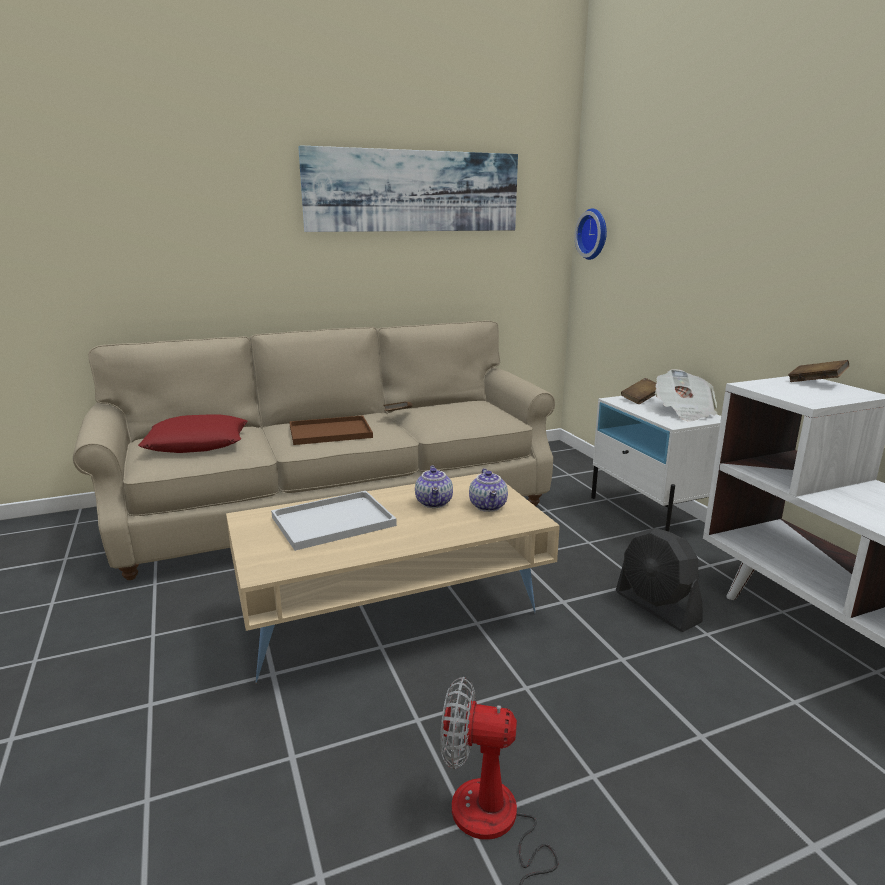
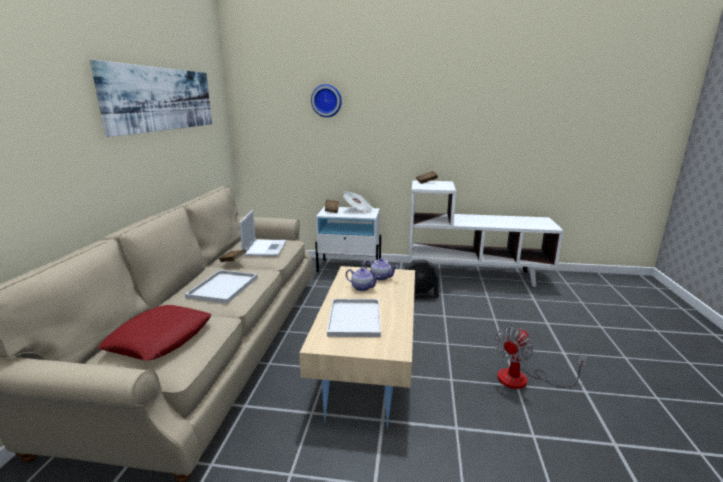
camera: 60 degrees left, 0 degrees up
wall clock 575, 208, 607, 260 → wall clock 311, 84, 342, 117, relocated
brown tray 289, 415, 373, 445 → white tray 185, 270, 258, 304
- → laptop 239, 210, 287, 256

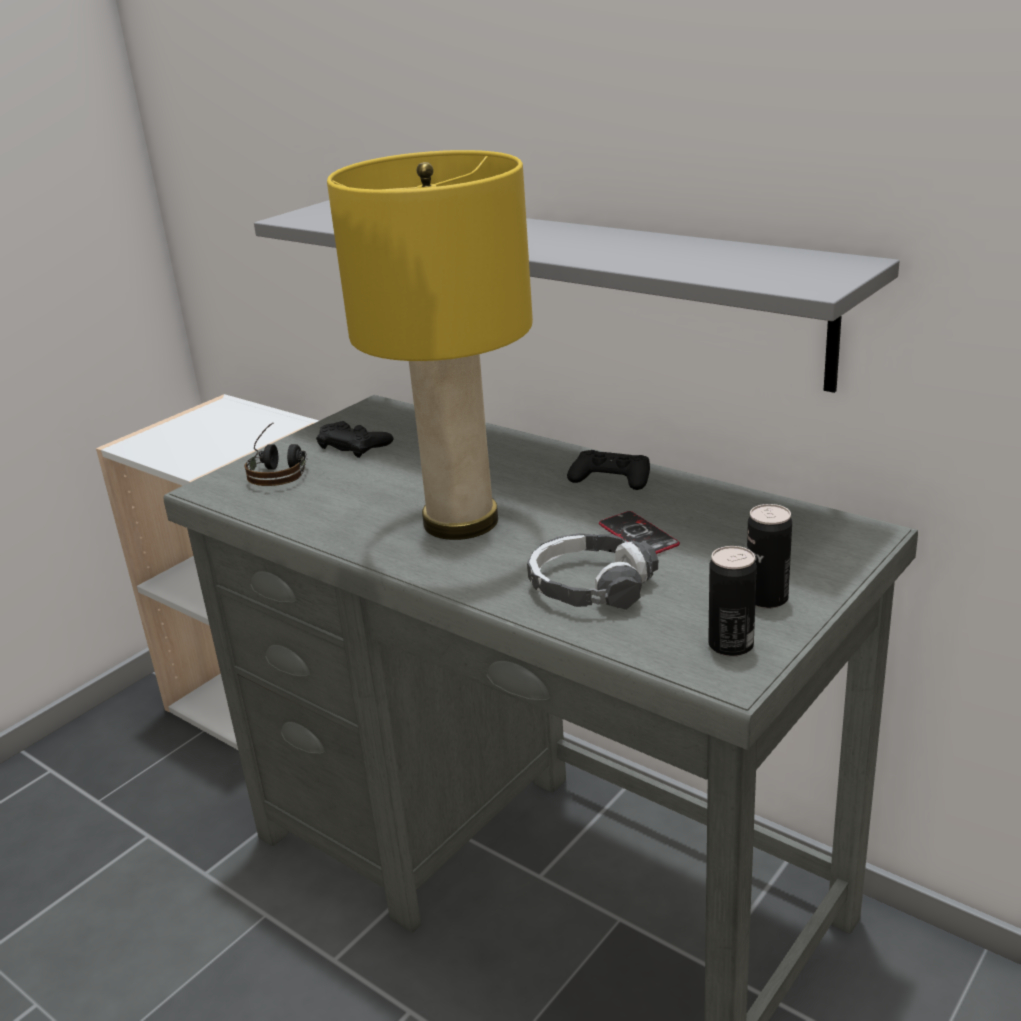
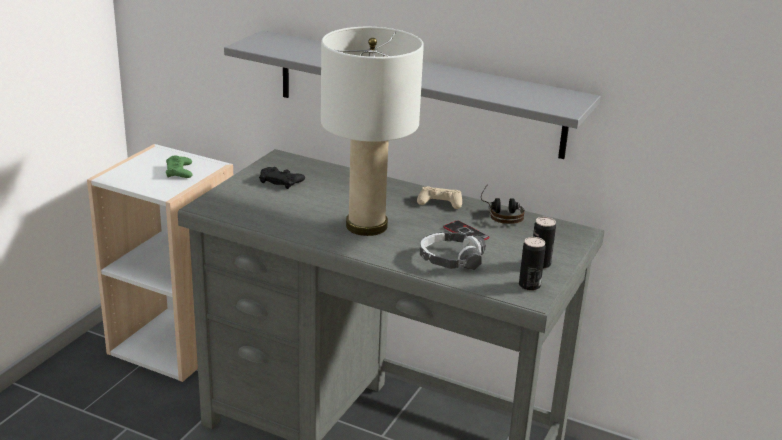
camera: 15 degrees left, 0 degrees up
yellow table lamp 327, 150, 533, 540 → white table lamp 321, 27, 424, 236
headphones 245, 423, 307, 486 → headphones 481, 184, 525, 224, relocated
black game controller 567, 450, 650, 490 → beige game controller 417, 186, 462, 209
- → green game controller 166, 155, 193, 178

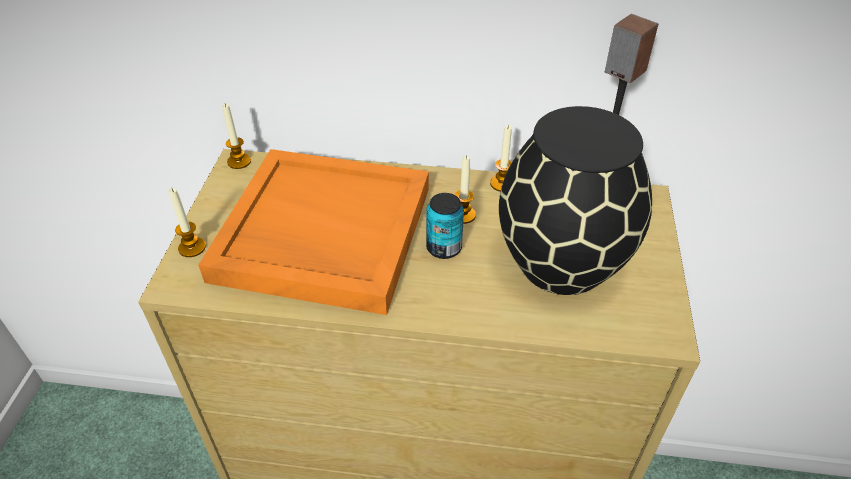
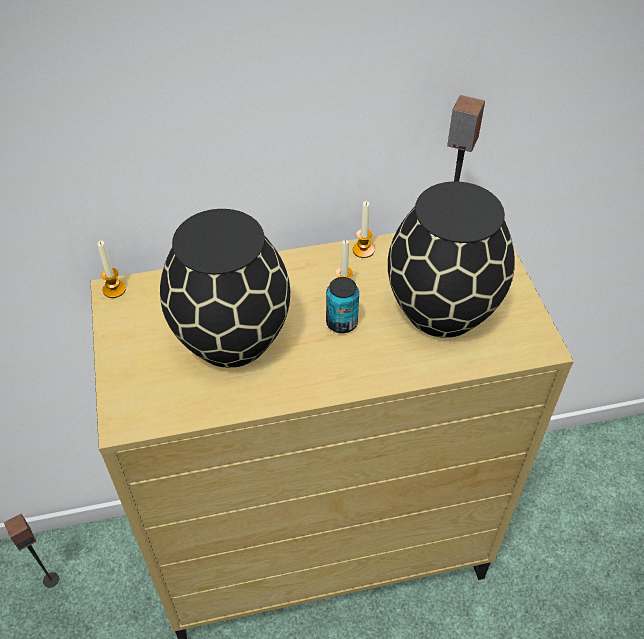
camera: 20 degrees left, 5 degrees up
orange tray 198, 149, 429, 315 → black vase 160, 209, 290, 368
candle 168, 188, 206, 257 → -
- → speaker 4, 514, 59, 588

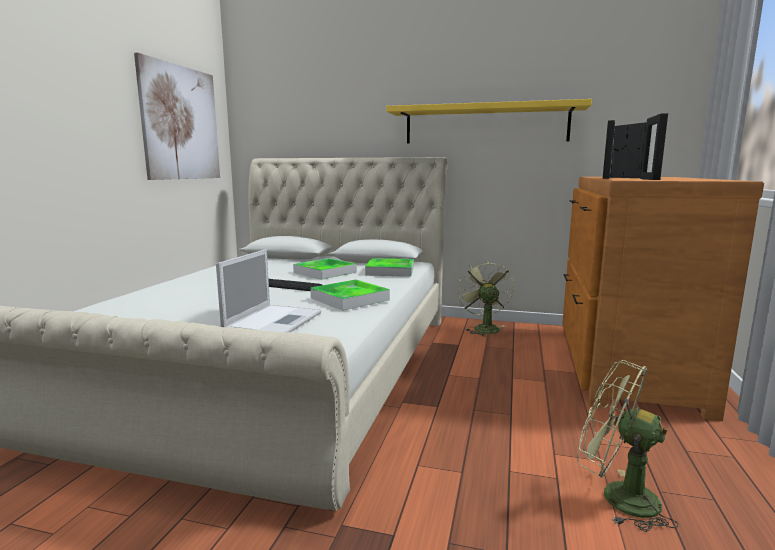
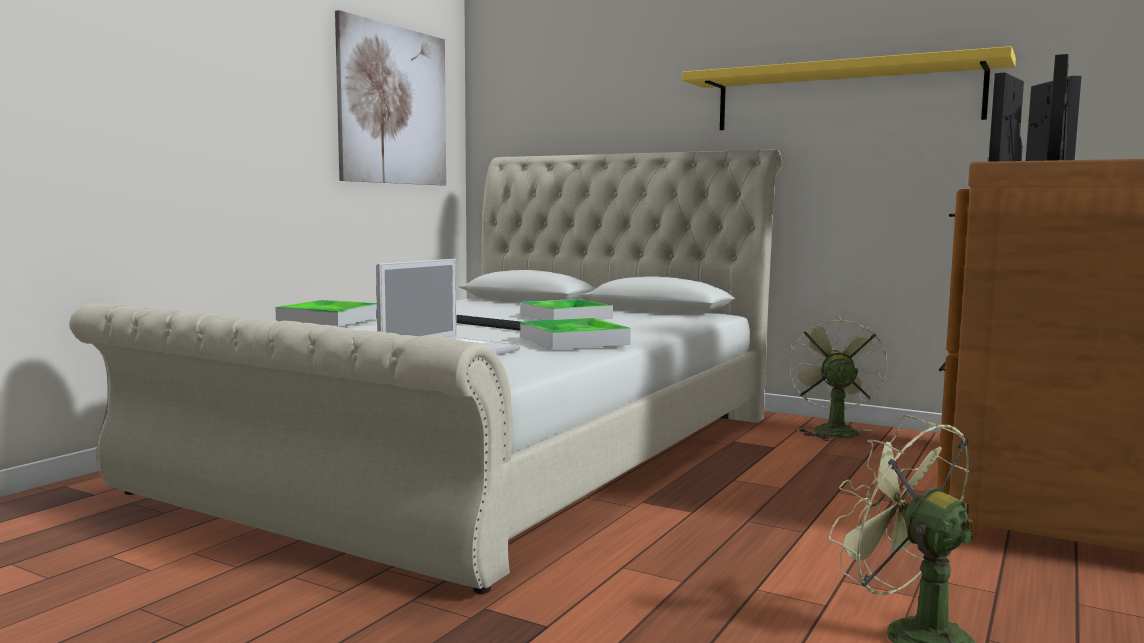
camera: 15 degrees right, 5 degrees down
tray 365, 258, 414, 277 → tray 275, 300, 377, 326, relocated

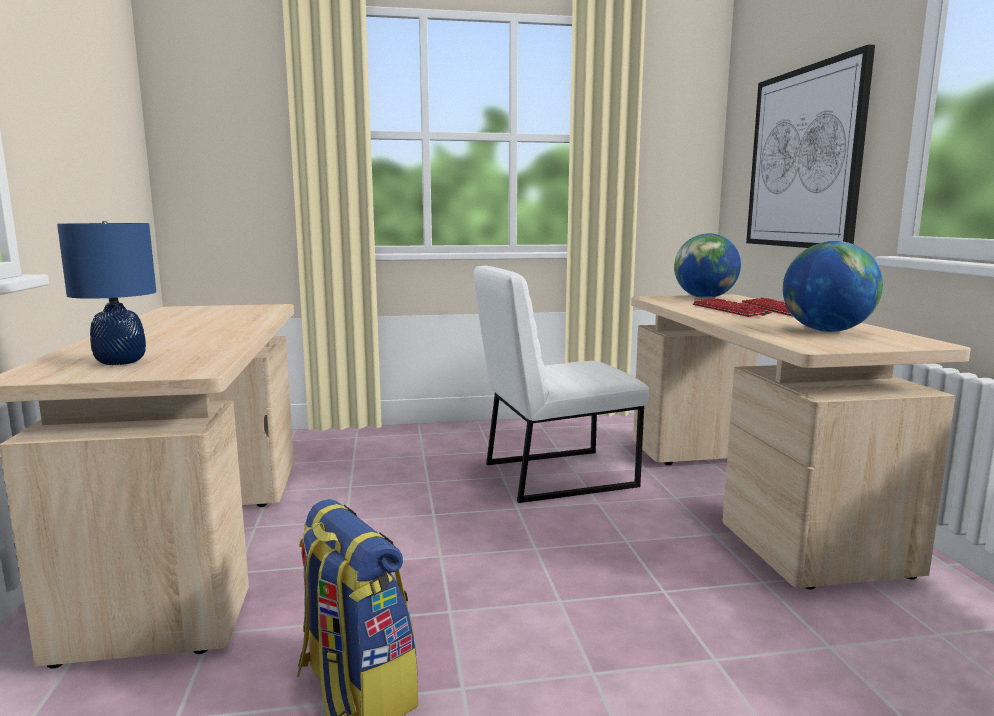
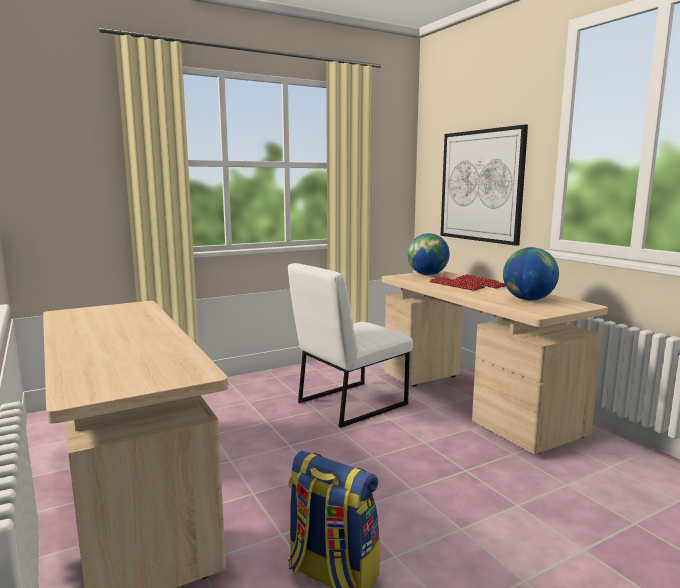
camera: 20 degrees left, 0 degrees up
blue table lamp 57, 221, 156, 365 → -

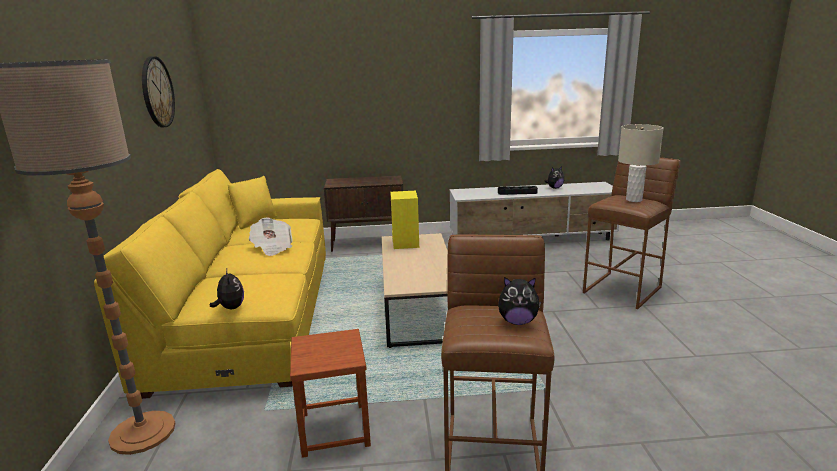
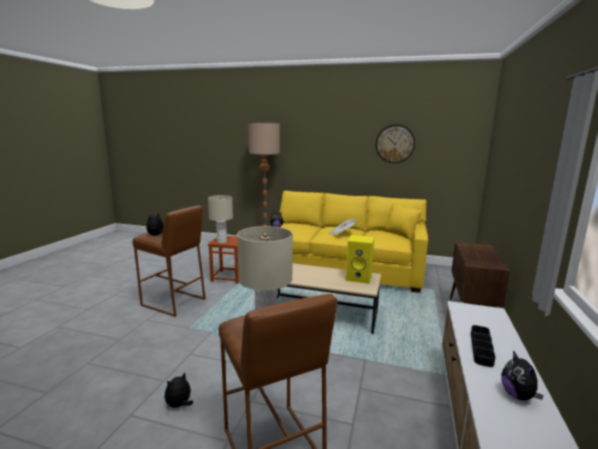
camera: 110 degrees right, 5 degrees down
- → beige table lamp 208, 195, 233, 243
- → plush toy 164, 372, 193, 410

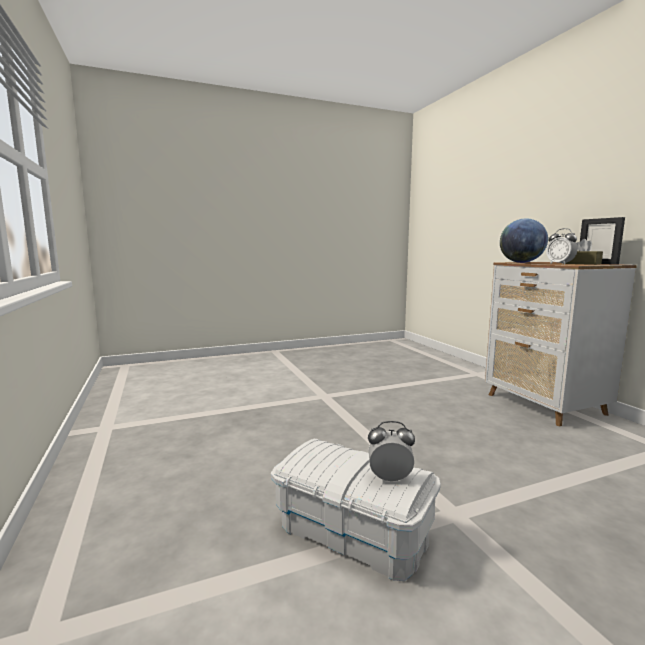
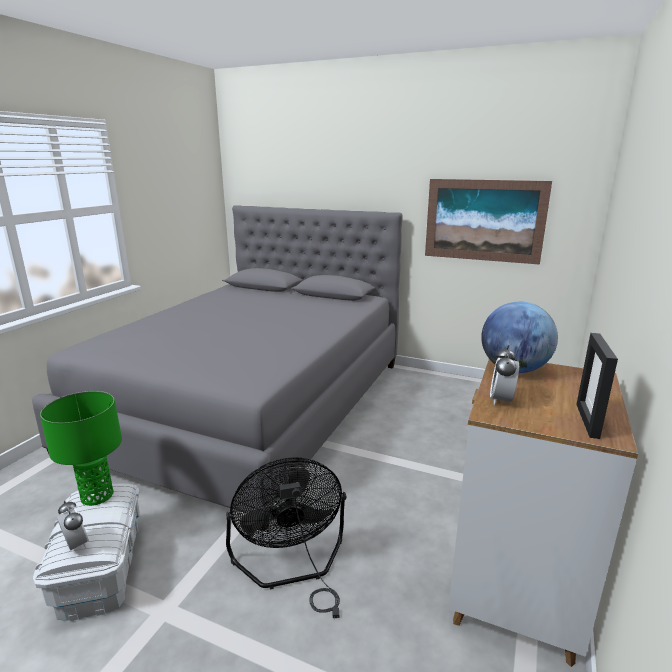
camera: 45 degrees right, 10 degrees up
brown tissue box 565, 239, 603, 265 → -
- → picture 425, 179, 552, 265
- → grey bed 32, 205, 403, 531
- → green table lamp 40, 391, 122, 506
- → black fan 226, 457, 346, 618

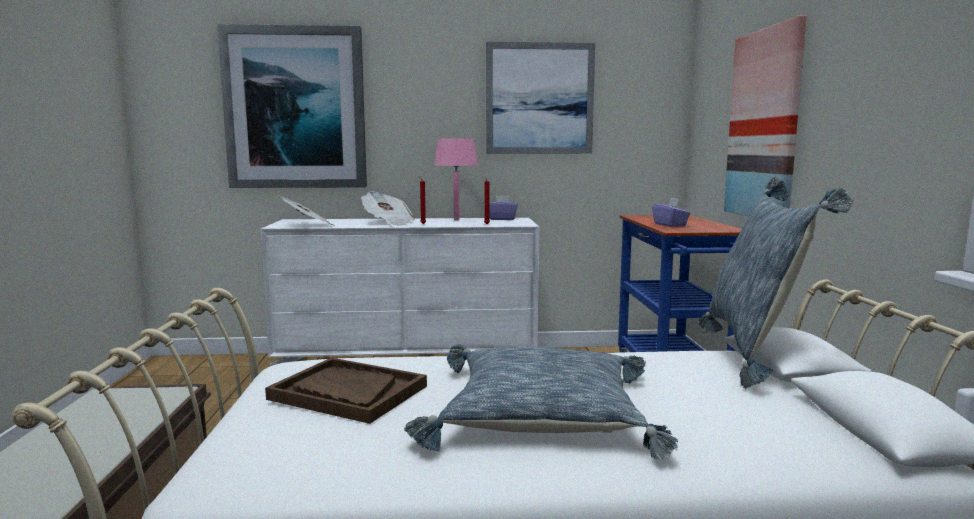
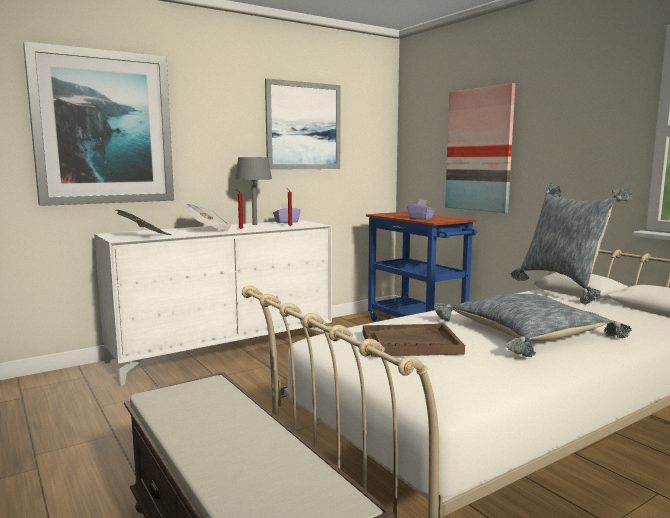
camera: 30 degrees left, 0 degrees up
pink table lamp 434, 138, 478, 220 → grey table lamp 235, 157, 272, 225

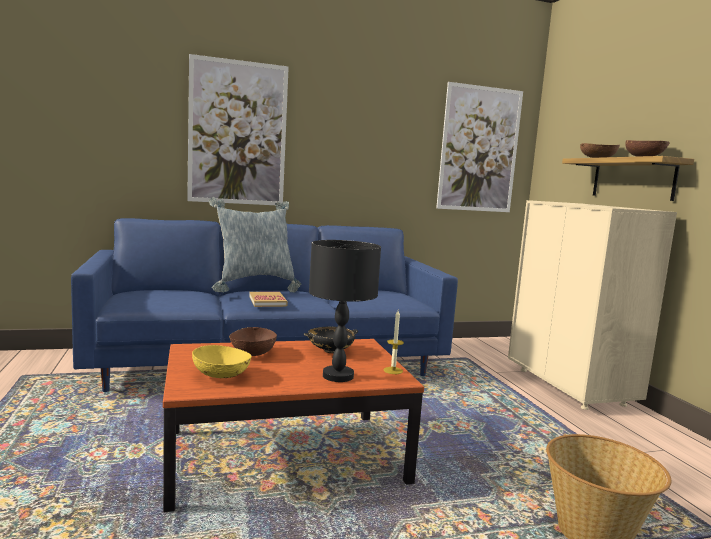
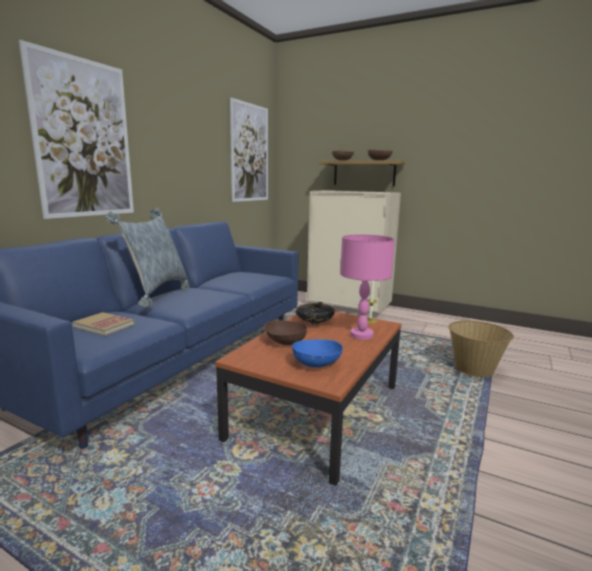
camera: 45 degrees left, 5 degrees up
black table lamp 309, 240, 381, 382 → pink table lamp 340, 234, 395, 340
book 249, 292, 288, 307 → book 72, 312, 135, 336, relocated
yellow bowl 192, 345, 252, 378 → blue bowl 292, 339, 343, 368

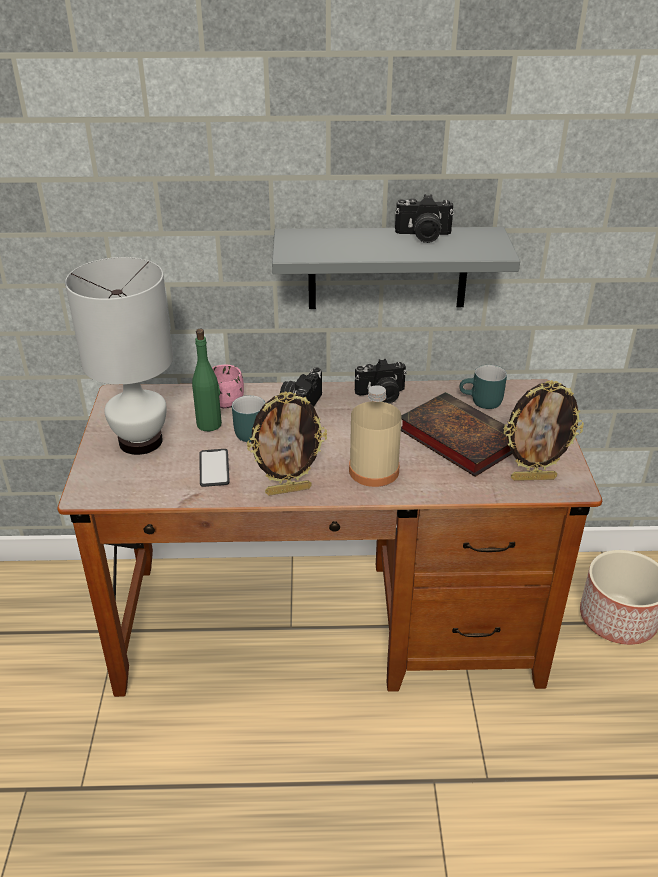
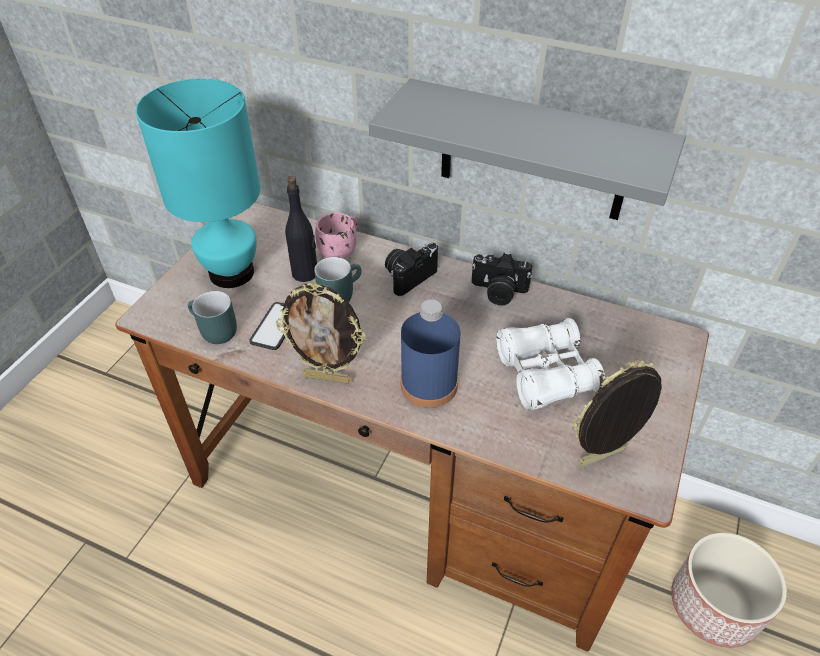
camera: 25 degrees right, 10 degrees up
photo camera 395, 194, 454, 243 → -
white table lamp 65, 257, 173, 455 → turquoise table lamp 136, 79, 260, 288
green bottle 192, 329, 222, 431 → black bottle 285, 176, 317, 282
turquoise mug 460, 365, 507, 409 → turquoise mug 188, 291, 237, 344, relocated
picture frame 503, 380, 584, 481 → picture frame 572, 360, 662, 467, 135 degrees clockwise
beige bottle 349, 385, 402, 487 → blue bottle 400, 299, 460, 408
book 401, 392, 512, 477 → white binoculars 496, 318, 605, 410

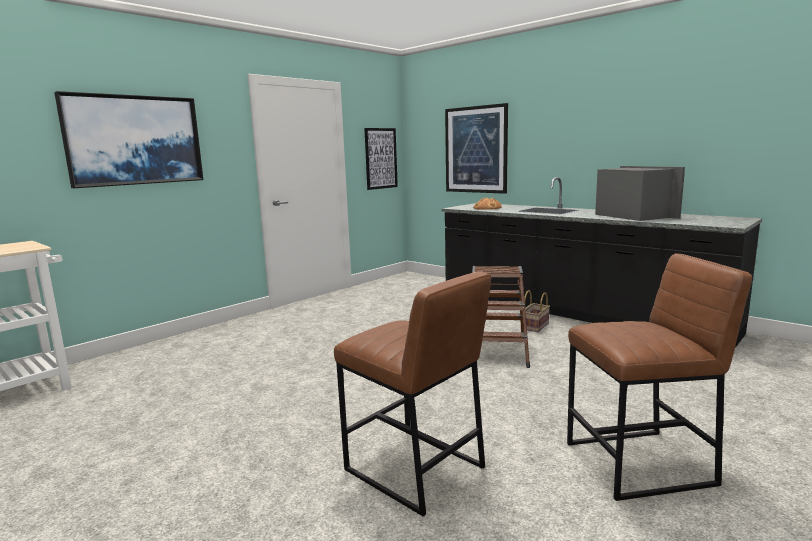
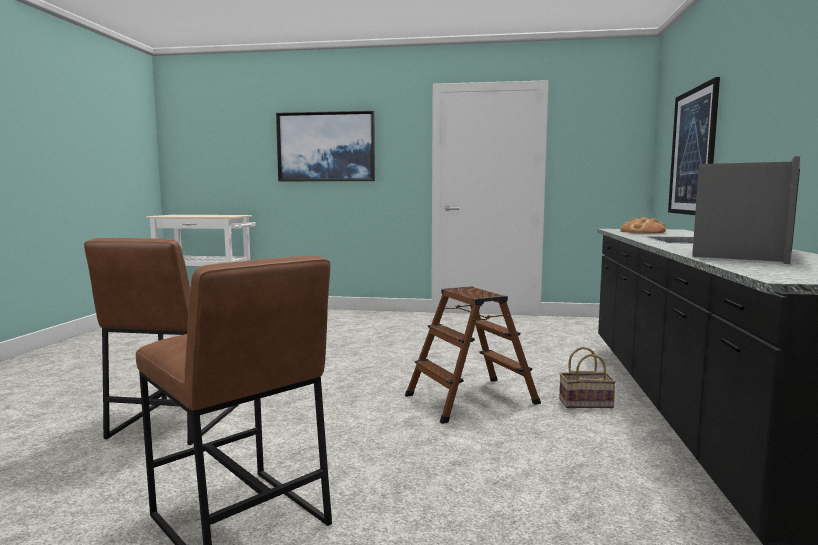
camera: 55 degrees right, 5 degrees down
picture 364, 128, 398, 190 → -

